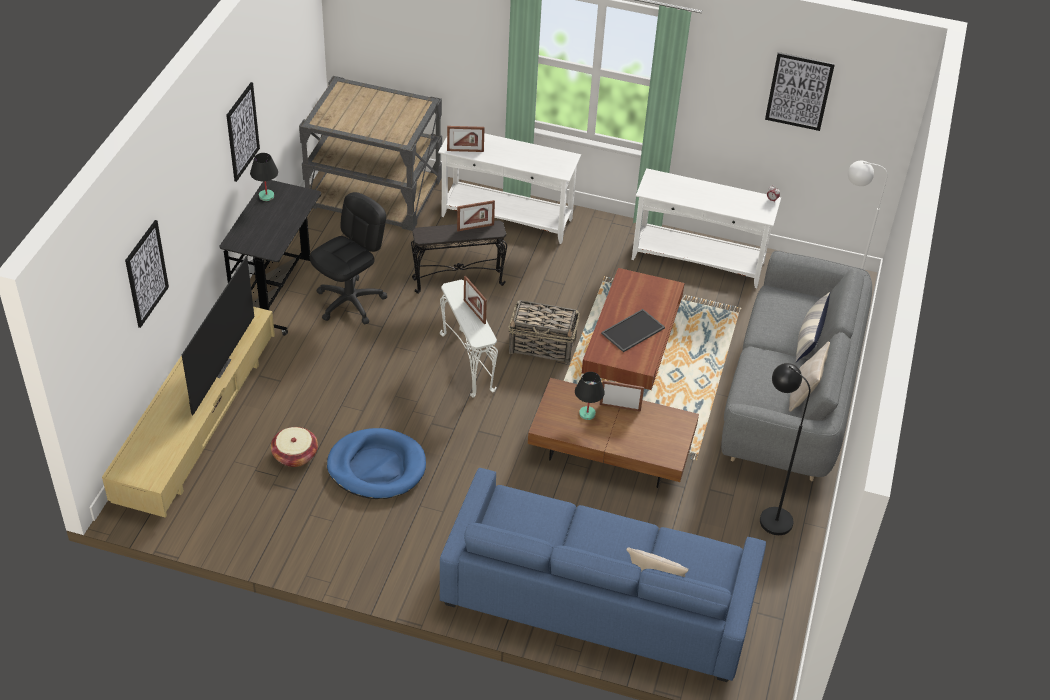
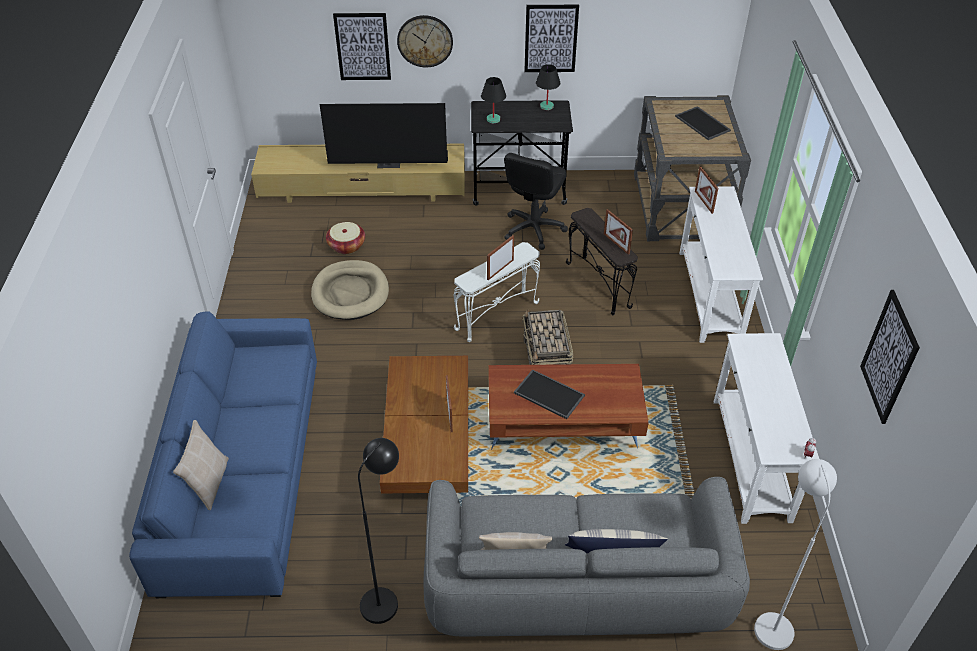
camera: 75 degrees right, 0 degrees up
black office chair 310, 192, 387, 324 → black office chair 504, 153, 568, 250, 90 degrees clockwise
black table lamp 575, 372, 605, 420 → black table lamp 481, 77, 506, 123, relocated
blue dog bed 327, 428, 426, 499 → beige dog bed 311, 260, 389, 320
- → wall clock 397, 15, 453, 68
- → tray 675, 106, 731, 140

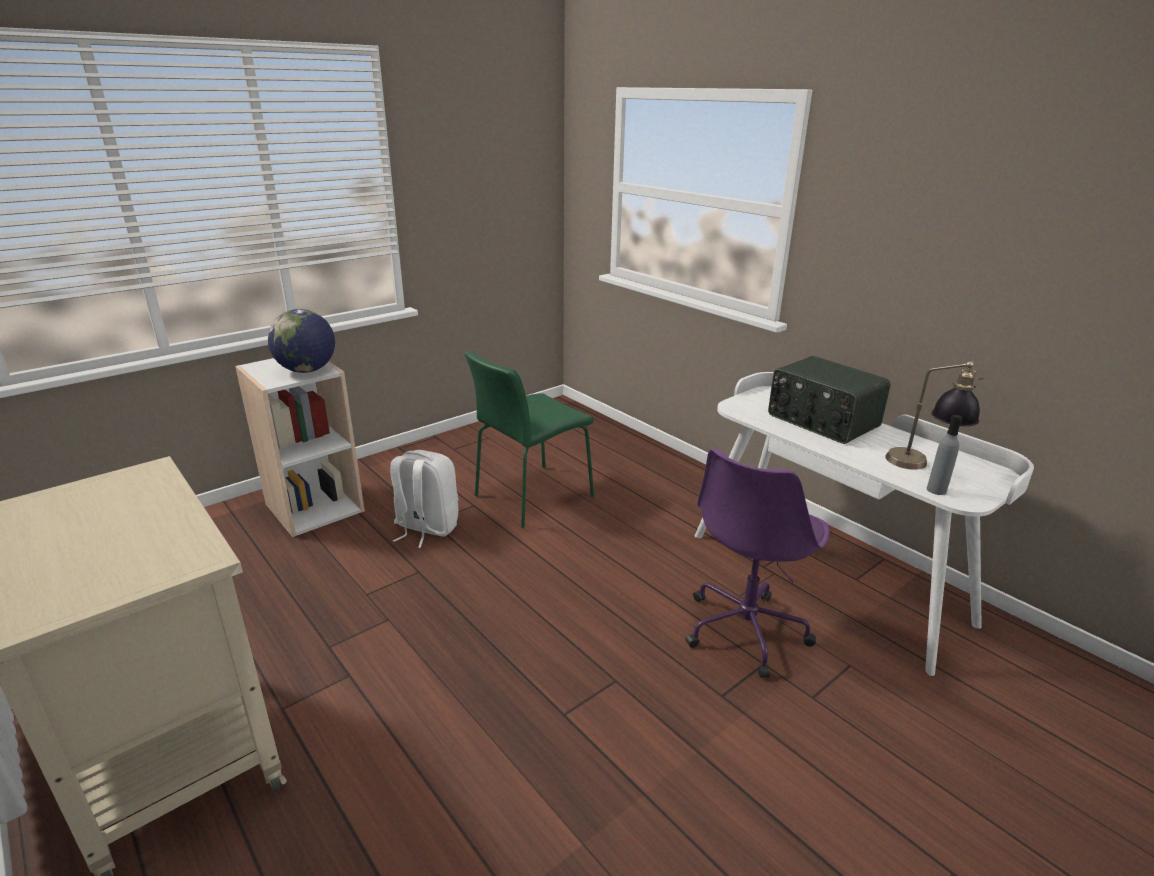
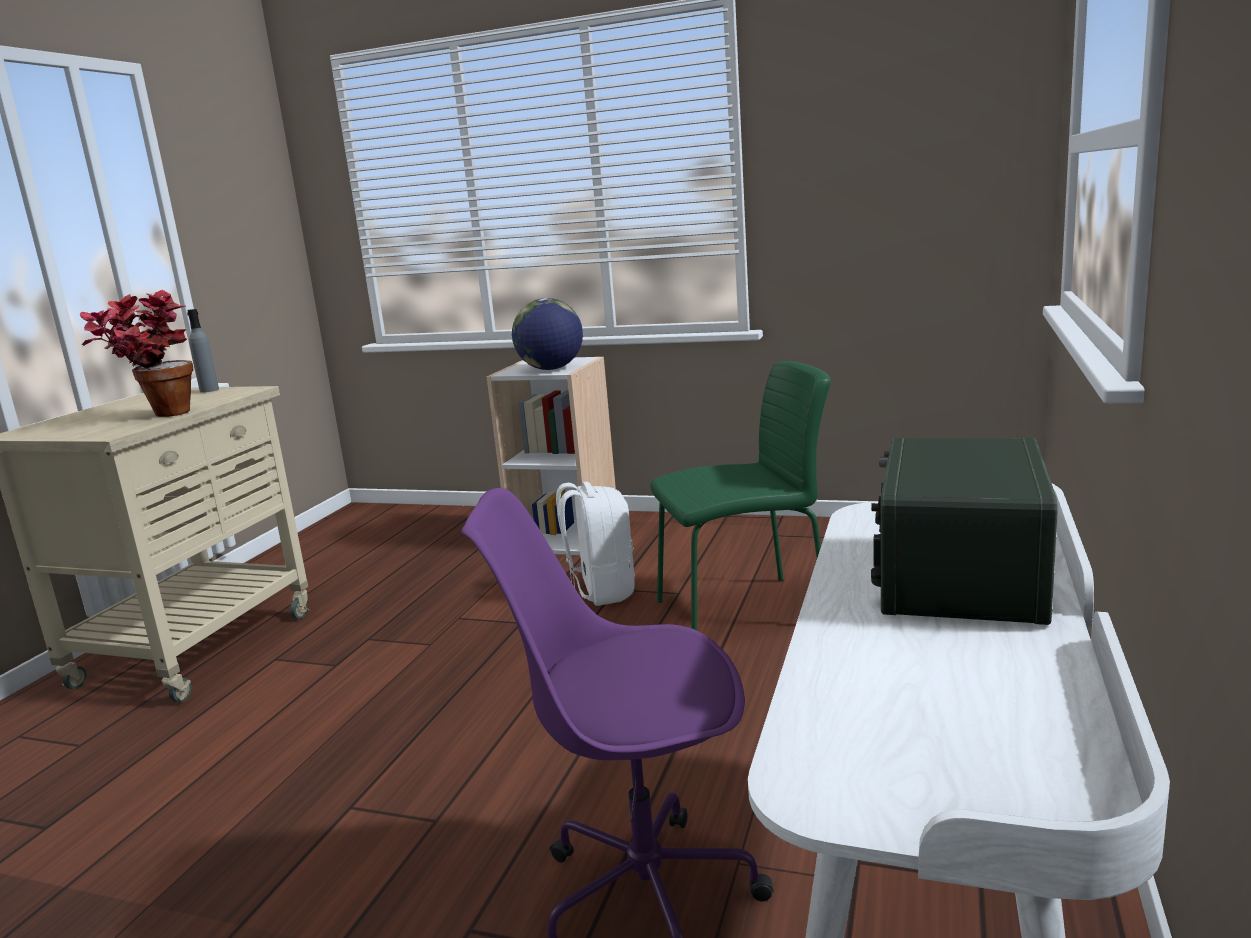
camera: 60 degrees right, 10 degrees down
green chair 464, 351, 594, 528 → green chair 650, 361, 831, 630, 150 degrees clockwise
table lamp 885, 361, 984, 470 → -
grey bottle 927, 415, 962, 495 → grey bottle 187, 309, 219, 393, relocated
- → potted plant 80, 290, 193, 417

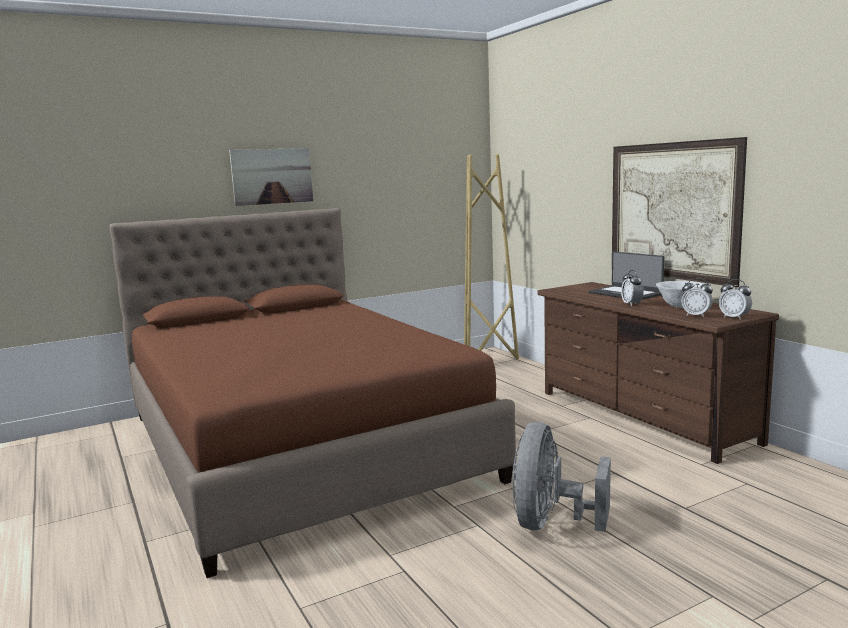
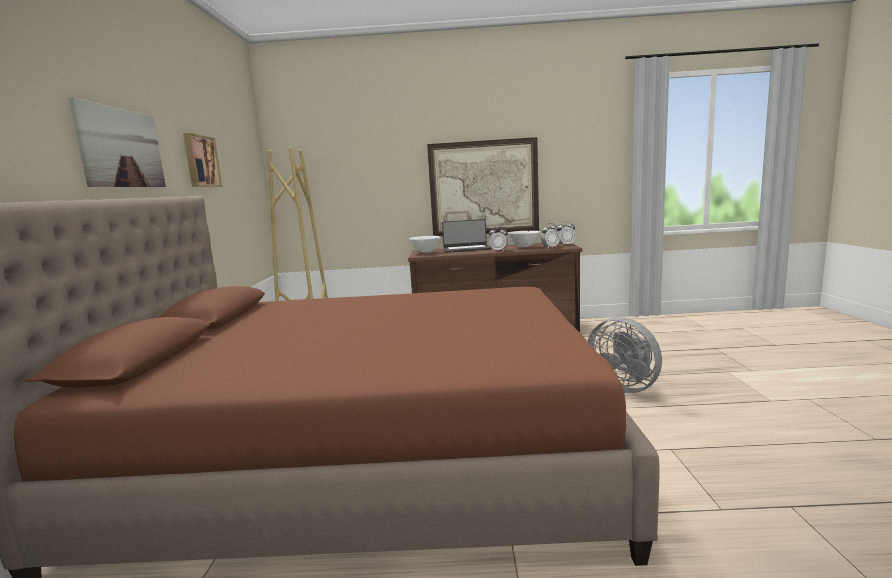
camera: 60 degrees left, 0 degrees up
- → picture 183, 133, 222, 187
- → white bowl 409, 236, 440, 253

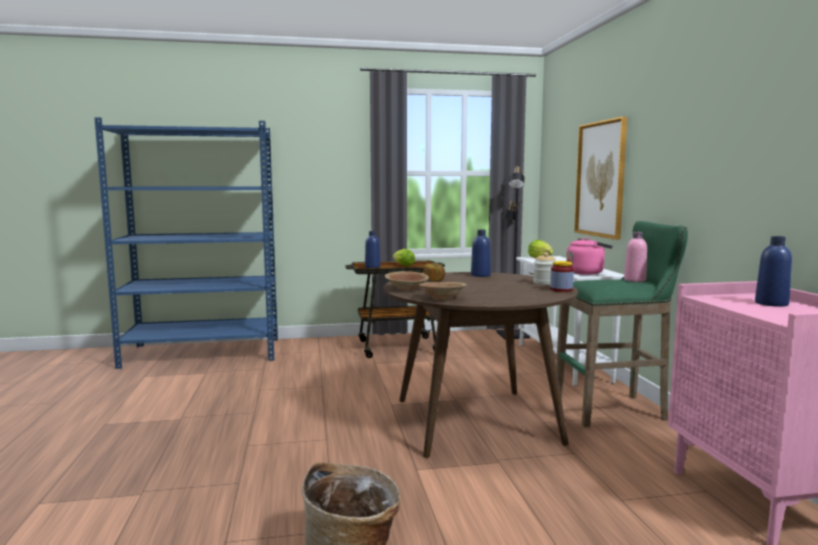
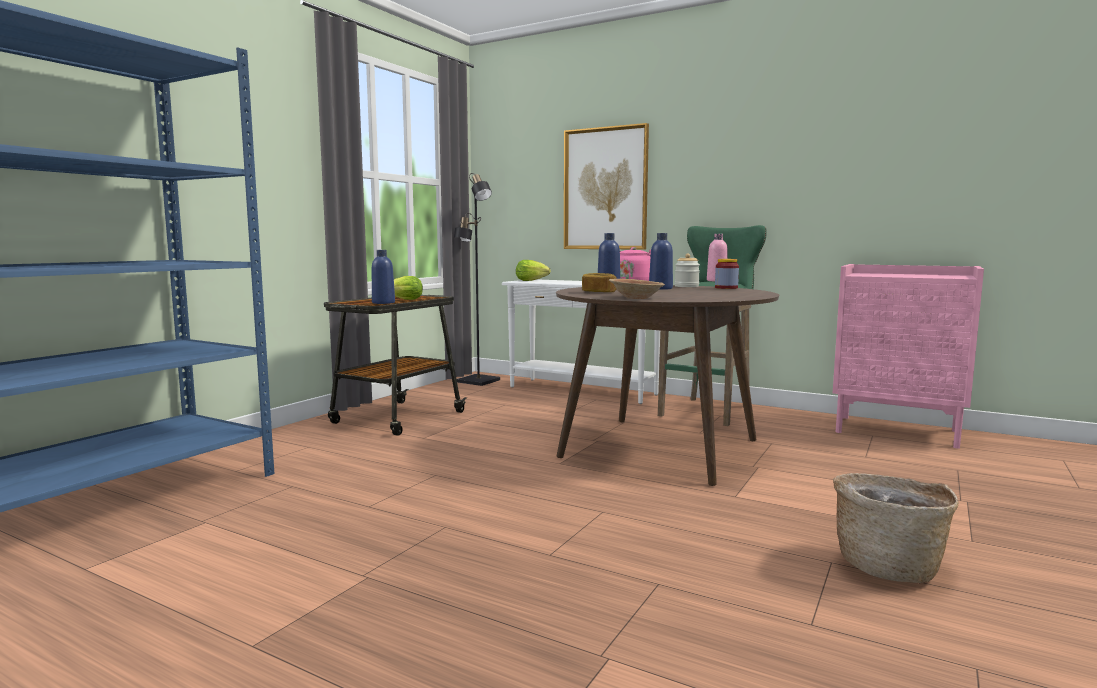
camera: 50 degrees left, 0 degrees up
blue bottle 755, 236, 792, 307 → blue bottle 649, 233, 673, 290, relocated
brown bowl 419, 282, 467, 300 → -

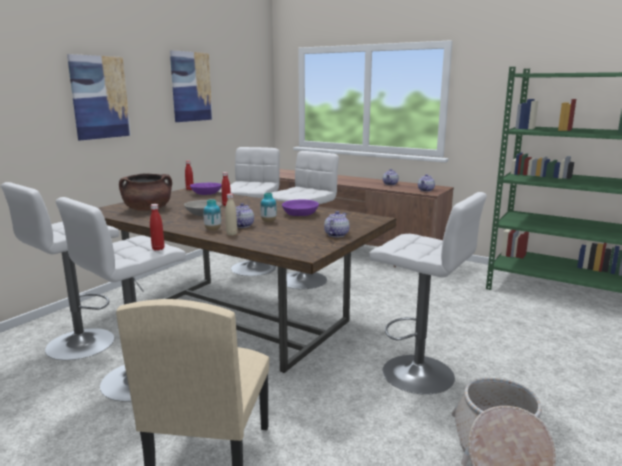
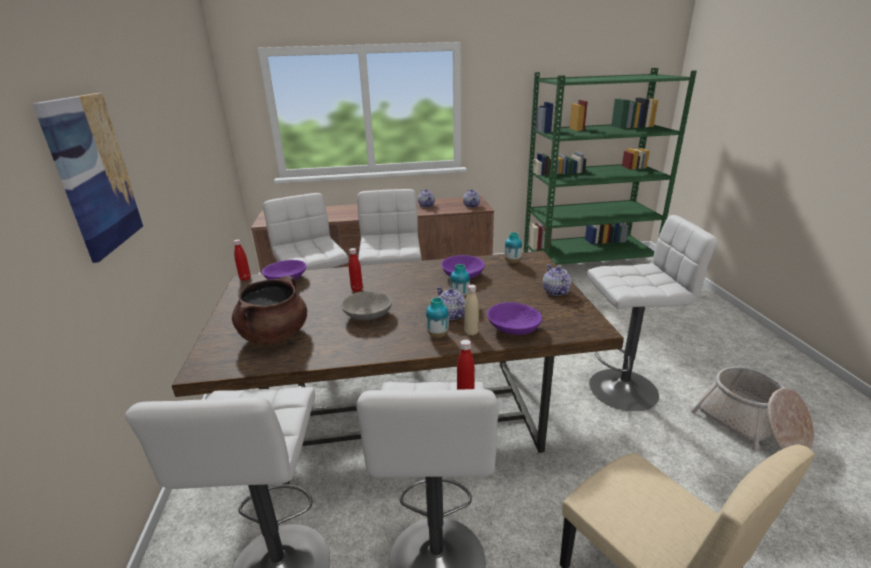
camera: 40 degrees left, 10 degrees up
picture 170, 50, 212, 122 → -
- → vase 505, 232, 522, 263
- → purple bowl 487, 302, 542, 335

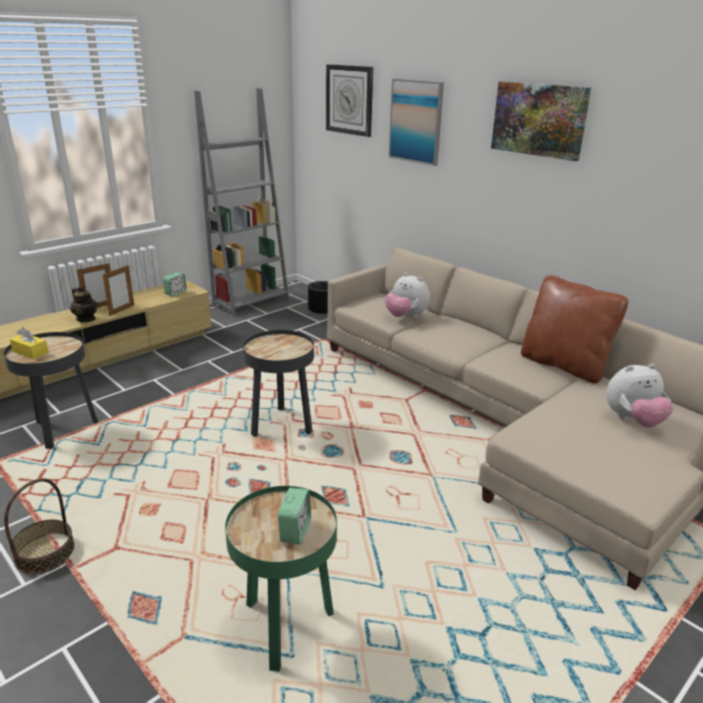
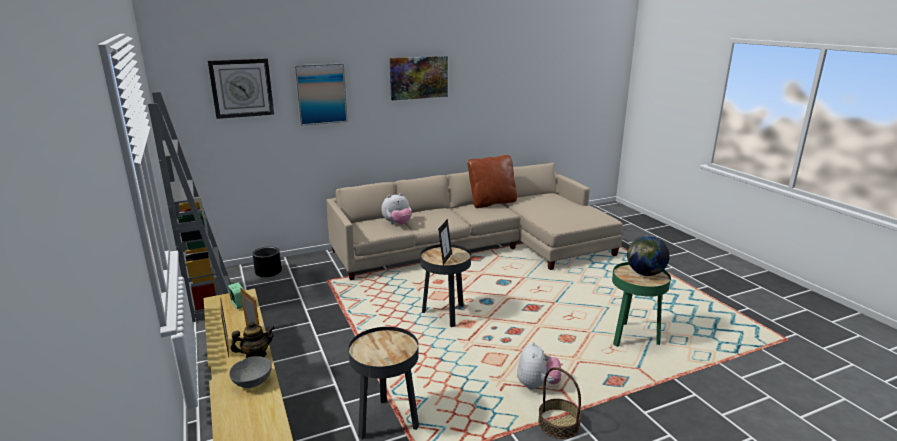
camera: 70 degrees left, 5 degrees down
yellow tissue box 10, 327, 49, 359 → -
plush toy 606, 364, 673, 427 → plush toy 517, 342, 562, 389, relocated
alarm clock 278, 487, 311, 544 → globe 627, 236, 669, 276
- → picture frame 438, 219, 452, 265
- → grey bowl 229, 356, 272, 388

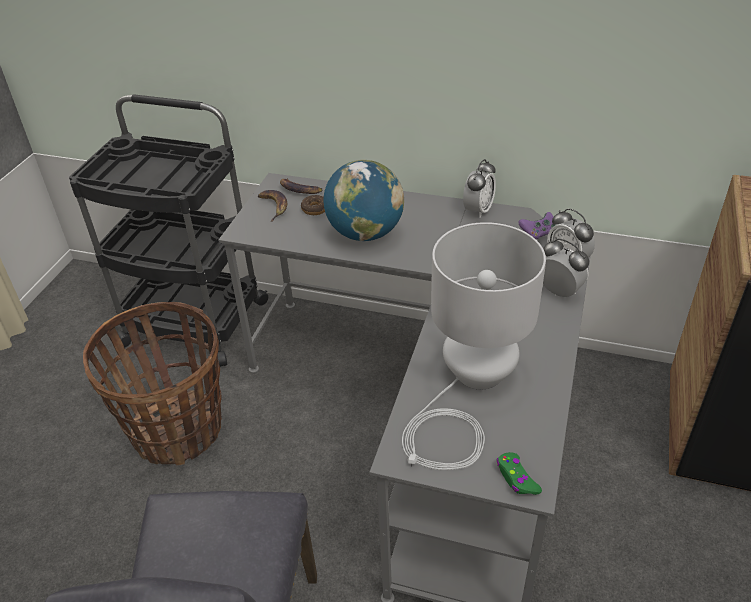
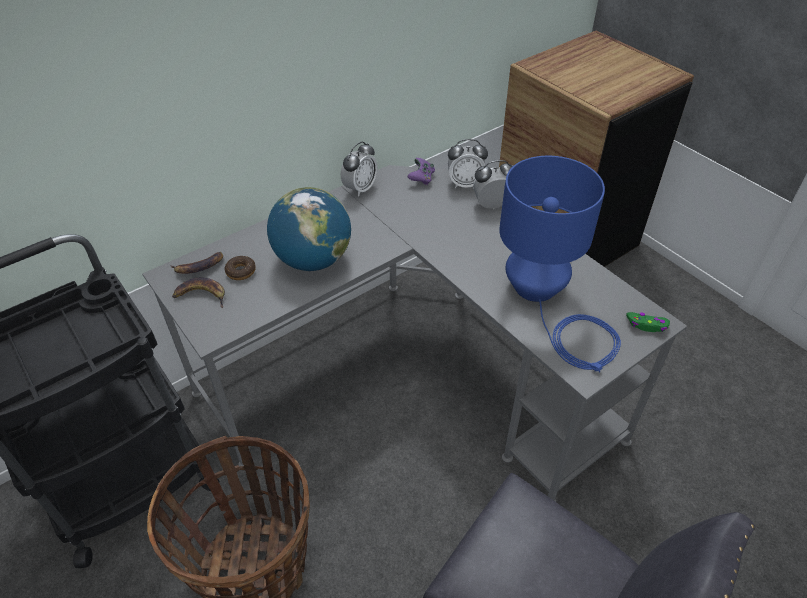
camera: 55 degrees left, 5 degrees up
alarm clock 463, 159, 496, 218 → alarm clock 341, 141, 377, 197, 60 degrees clockwise
grey table lamp 402, 222, 546, 470 → blue table lamp 500, 156, 621, 372

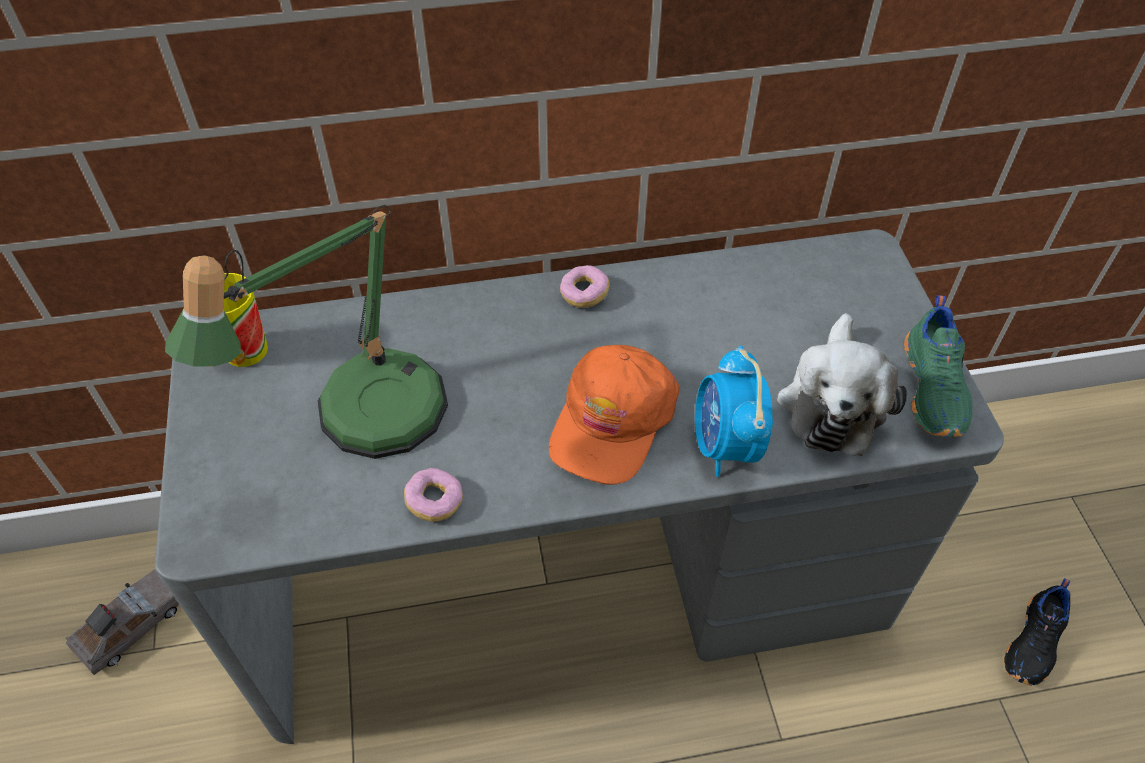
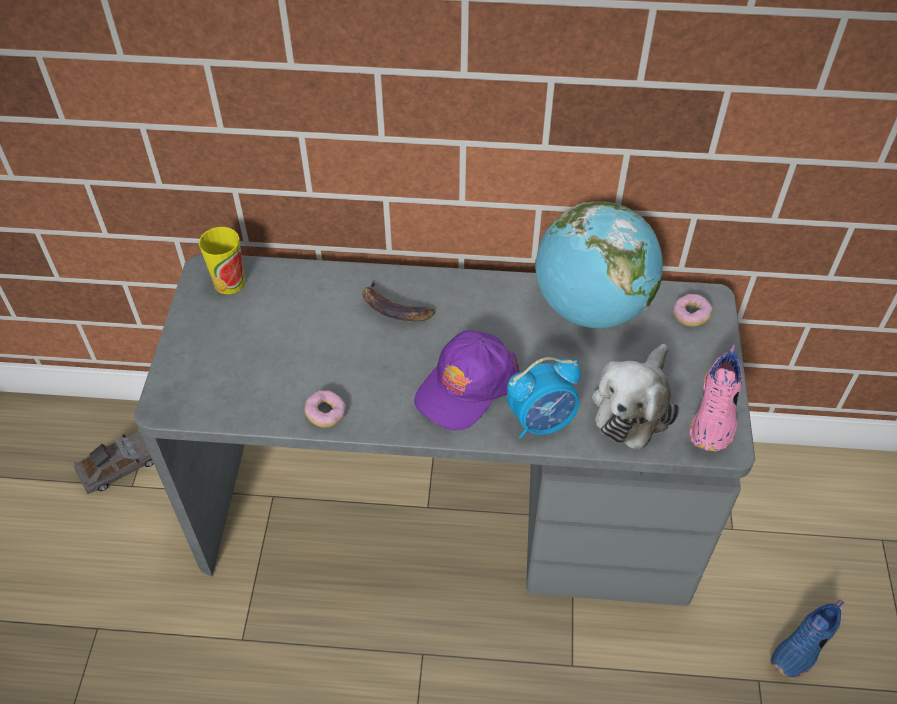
camera: 15 degrees right, 0 degrees up
table lamp 165, 205, 448, 459 → -
donut 560, 265, 610, 308 → donut 673, 294, 713, 327, relocated
green shoe 904, 295, 972, 437 → pink shoe 690, 344, 742, 451
orange cap 549, 345, 680, 485 → purple cap 414, 330, 520, 430
alarm clock 695, 346, 773, 477 → alarm clock 507, 357, 581, 439, 120 degrees counterclockwise
black shoe 1004, 578, 1071, 685 → blue shoe 770, 599, 844, 677
- → globe 535, 201, 663, 328
- → banana 363, 279, 435, 321

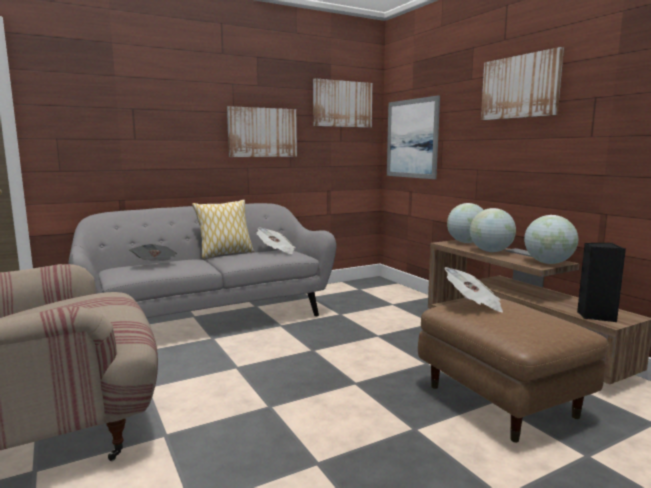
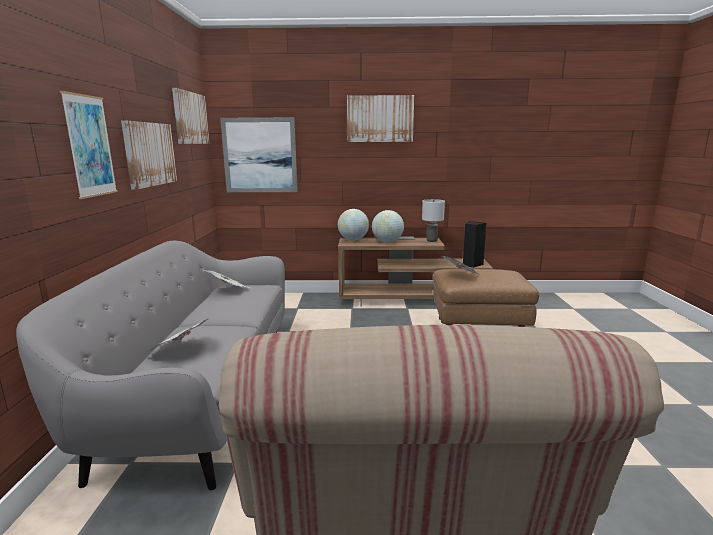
camera: 60 degrees left, 5 degrees up
pillow 192, 200, 254, 259 → -
globe 524, 215, 578, 264 → white table lamp 422, 199, 445, 242
- → picture 60, 91, 118, 199

